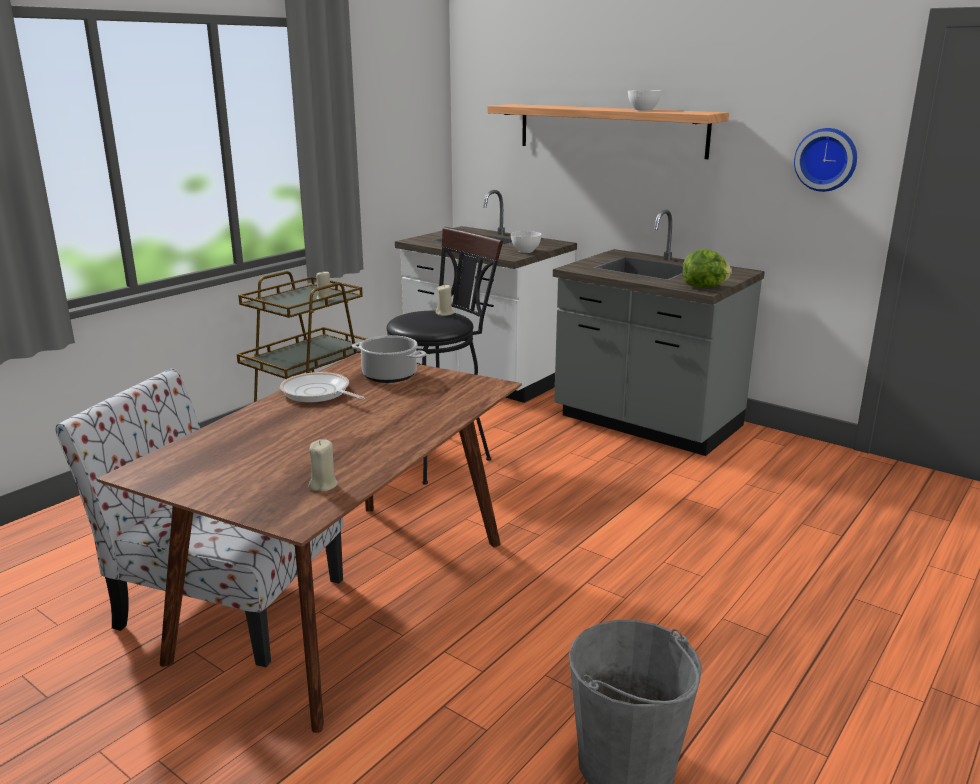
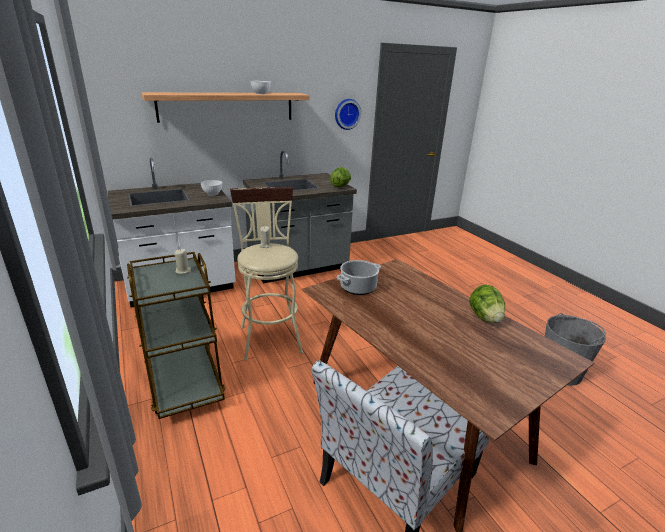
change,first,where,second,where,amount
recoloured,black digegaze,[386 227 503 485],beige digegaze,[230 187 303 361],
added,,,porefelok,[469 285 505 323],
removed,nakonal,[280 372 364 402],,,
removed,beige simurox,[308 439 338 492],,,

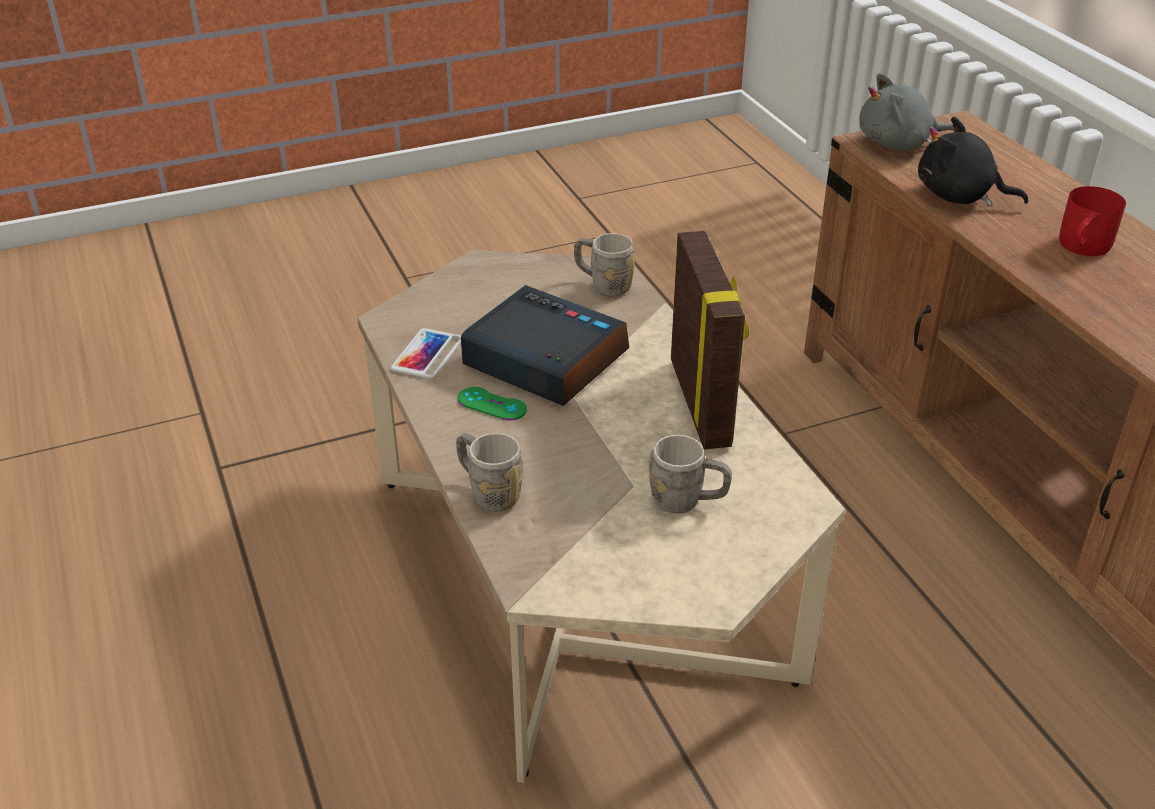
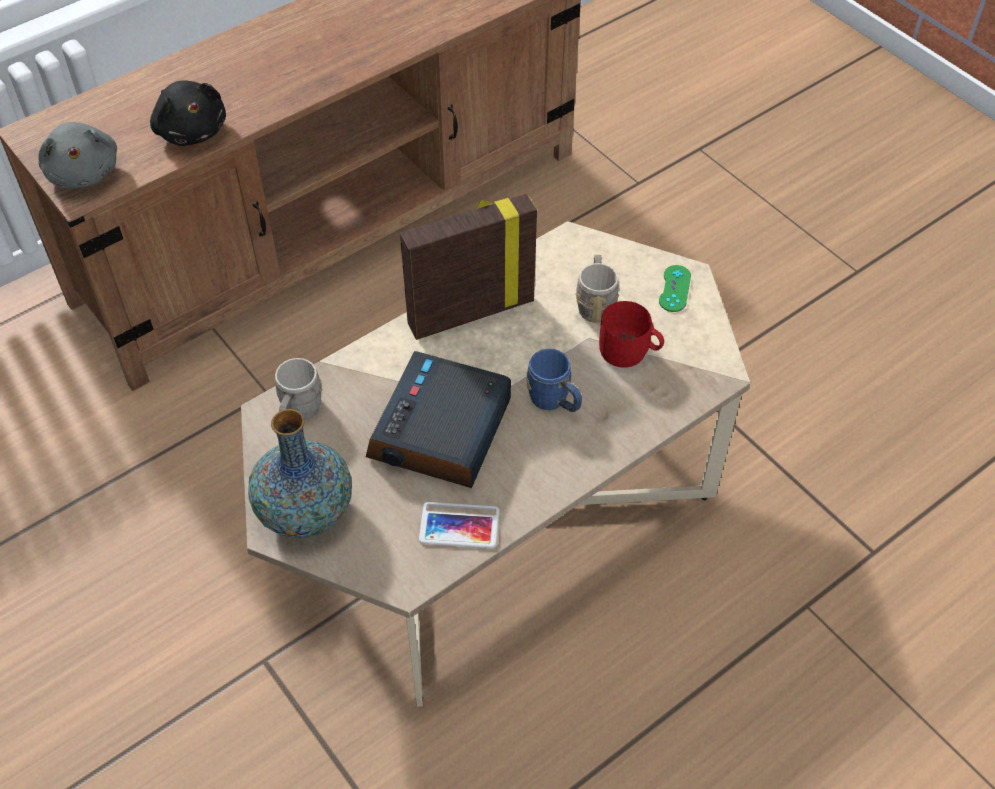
change,first,where,second,where,amount
turned,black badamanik,[918 117 1028 206],,[150 80 226 146],45 degrees counterclockwise
added,,,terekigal,[248 409 352 538],
added,,,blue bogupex,[526 349 582 412],
moved,red bogupex,[1059 186 1126 256],,[599 301 664 368],
moved,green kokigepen,[457 387 527 420],,[659 265 691 312],
removed,grey bogupex,[456 433 524 511],,,

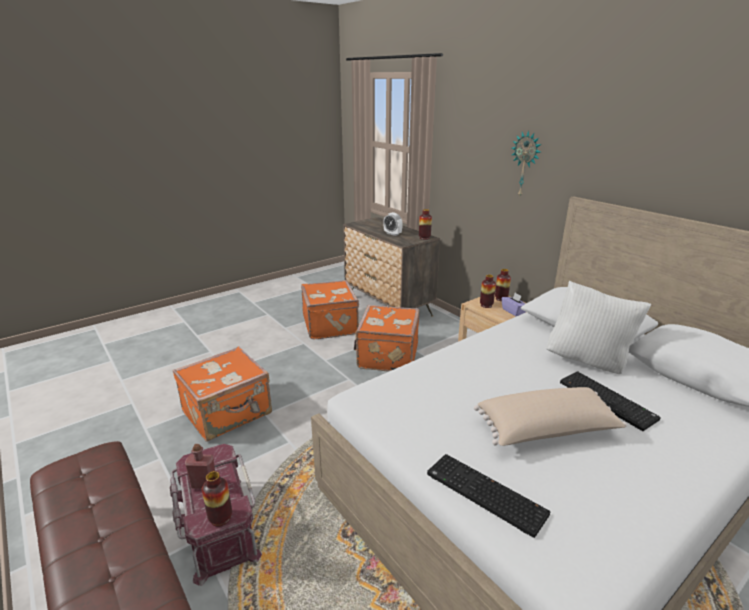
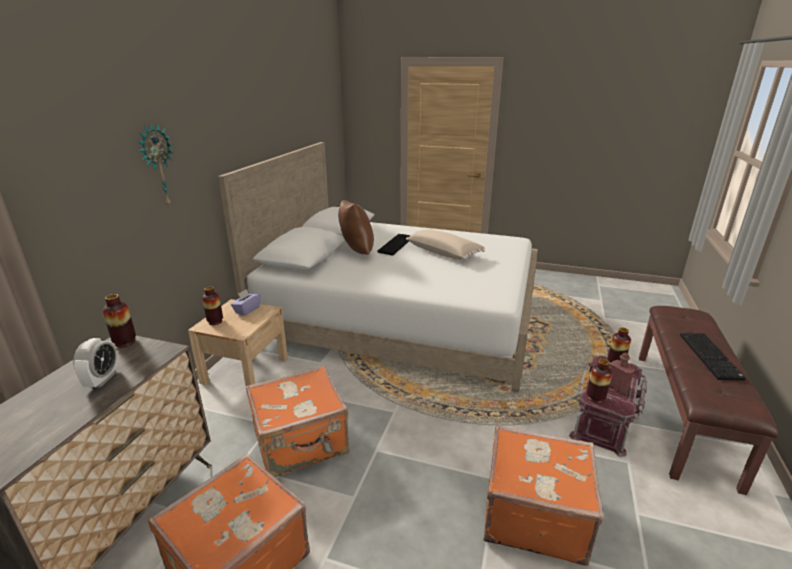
change,first,where,second,where,amount
recoloured,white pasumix,[546 281 651 374],brown pasumix,[338 200 374 255],
moved,terekigal,[480 275 496 308],,[587 359 612 403],
moved,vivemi,[427 454 551 538],,[680 333 746 381],

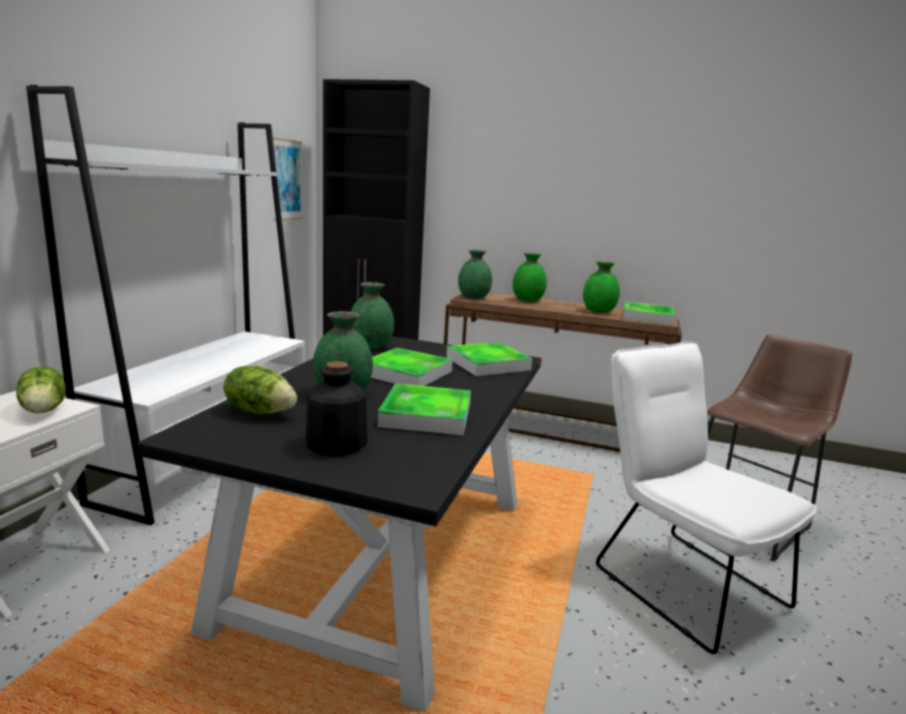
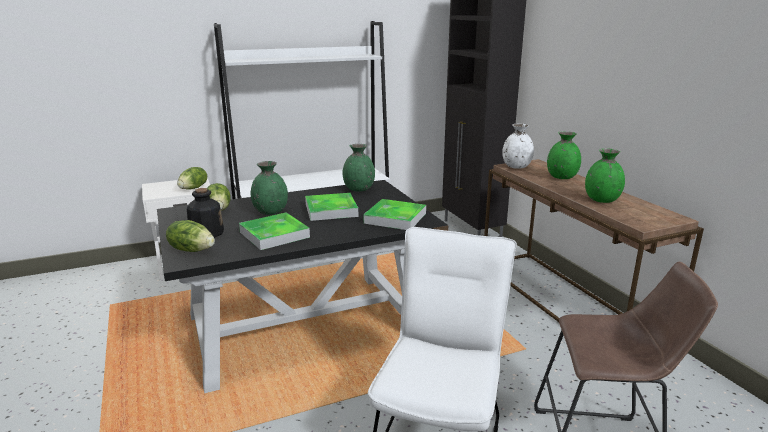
change,first,where,second,where,amount
added,,,porefelok,[166 220 215 252],
recoloured,green terekigal,[458 250 492 299],white terekigal,[502 124 534 169],
removed,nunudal,[273 138 303 221],,,
removed,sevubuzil,[623 301 675 325],,,

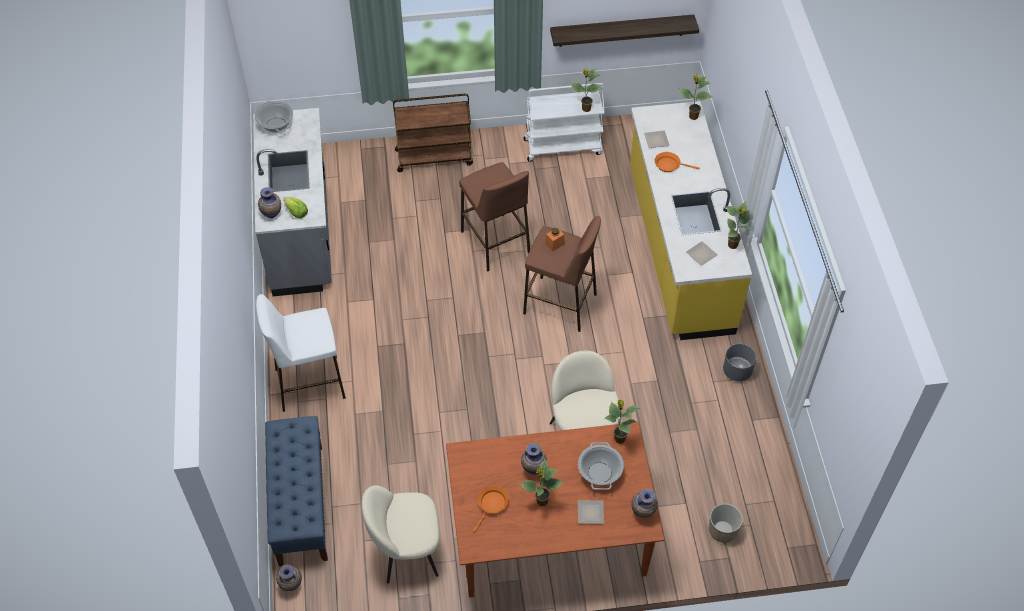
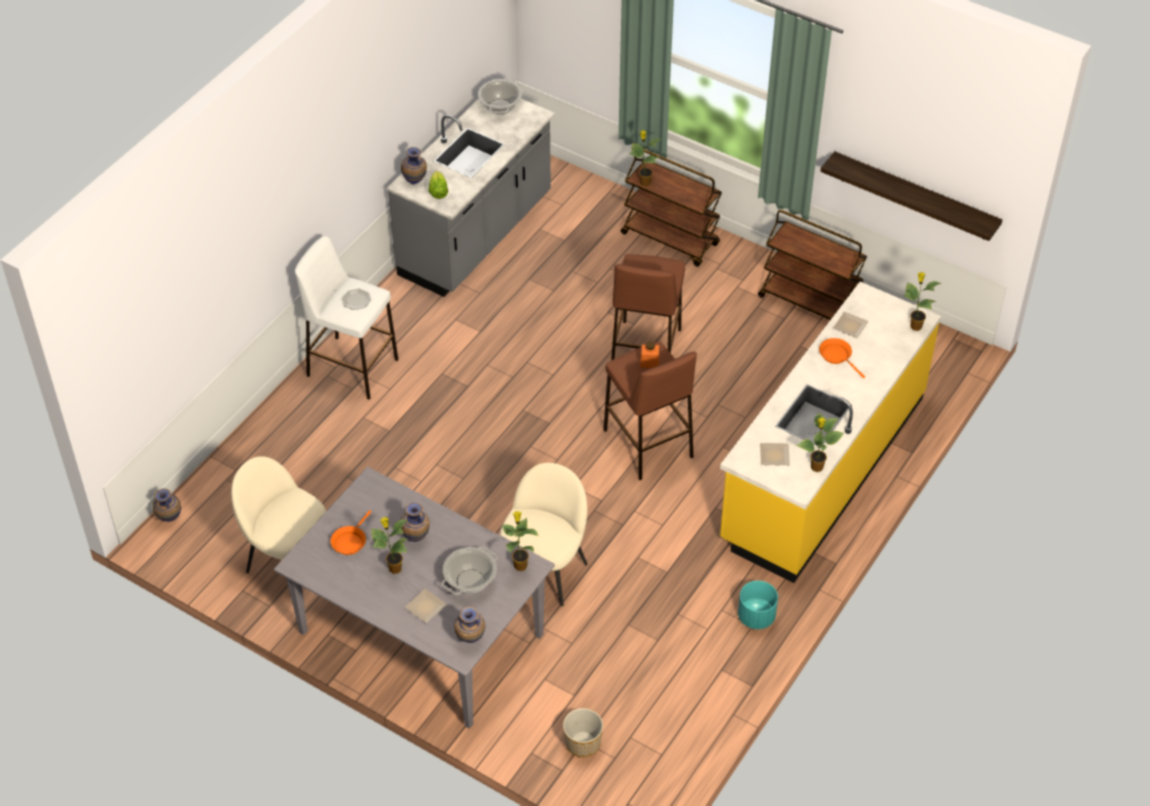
change,first,where,second,where,amount
recoloured,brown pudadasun,[446 422 664 598],grey pudadasun,[274 467 555 729],
turned,orange nakonal,[473 486 509 533],,[330 510 371 555],135 degrees clockwise
added,,,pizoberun,[342 289 371 310],
moved,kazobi,[569 69 603 112],,[630 130 662 187],
recoloured,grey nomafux,[723 344 756 382],turquoise nomafux,[738 581 778 629],
recoloured,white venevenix,[524 83 605 162],brown venevenix,[758 210 867 320],
removed,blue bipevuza,[265 416 328 567],,,

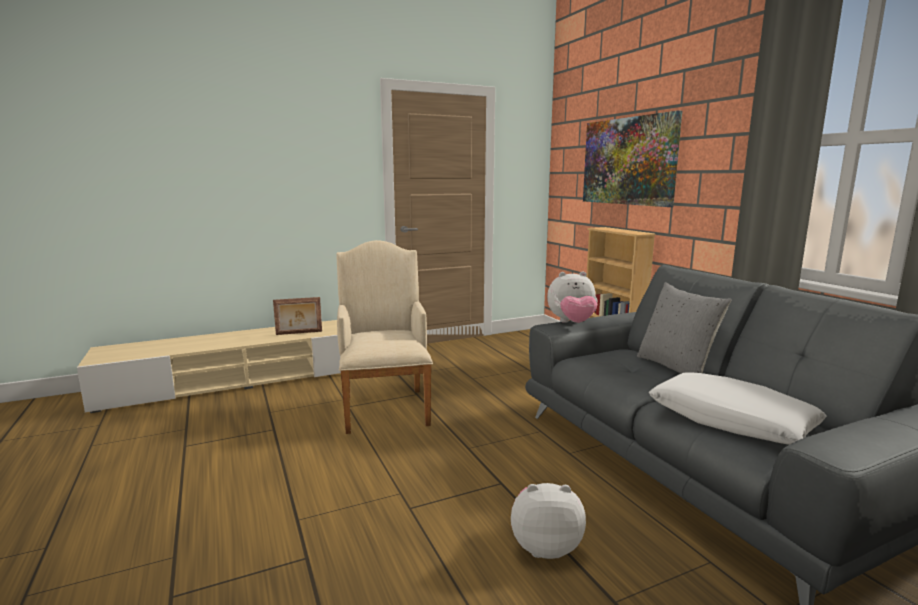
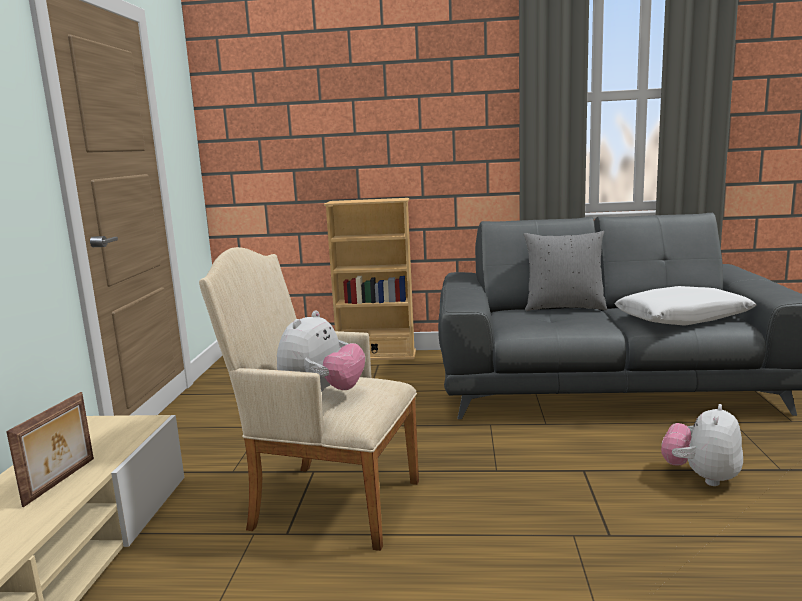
change,first,where,second,where,amount
moved,badamanik,[547 272 598 323],,[277 310 365 392],
removed,nunudal,[583 110 682 207],,,

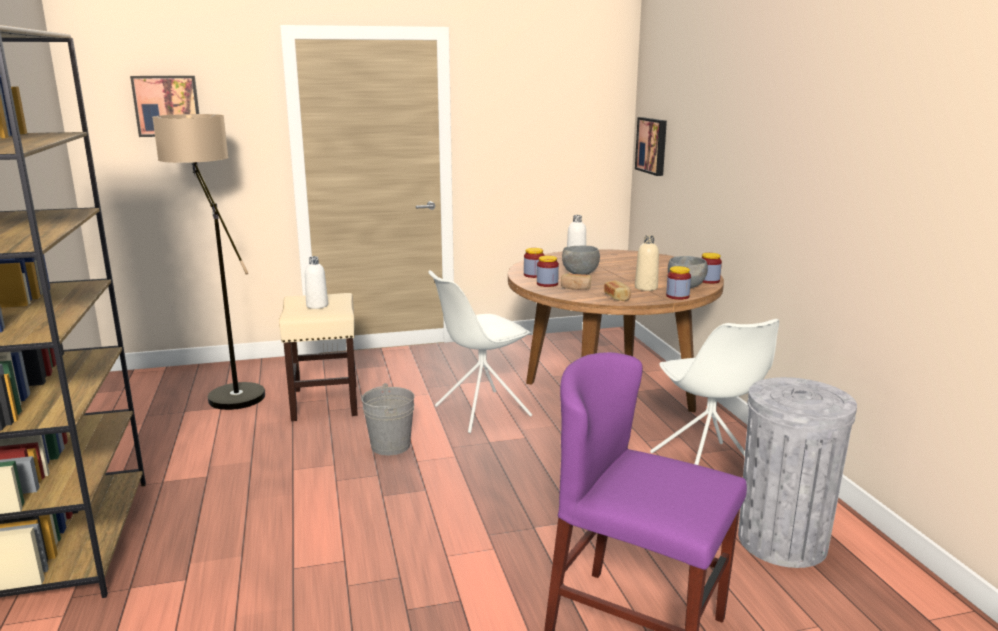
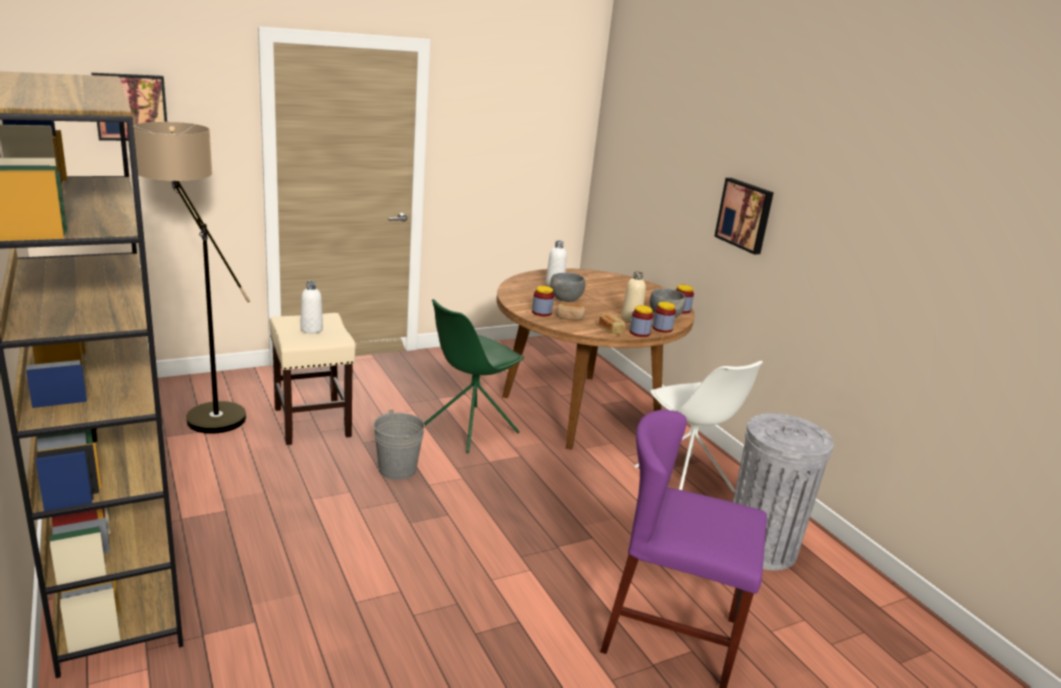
change,first,where,second,where,amount
recoloured,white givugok,[428 270 532 433],green givugok,[424 299 524 453],
moved,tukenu,[524 248 545 278],,[630 305 653 337],
moved,nunudal,[635 117 667 176],,[714 178 774 255],

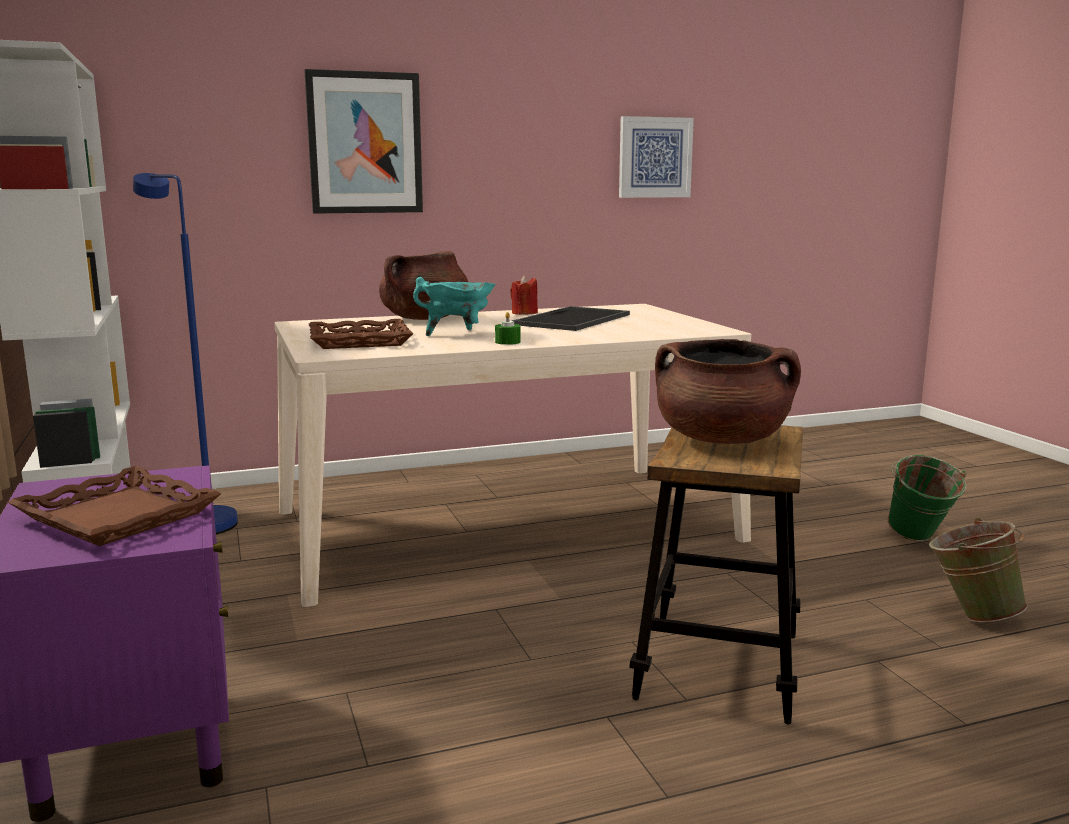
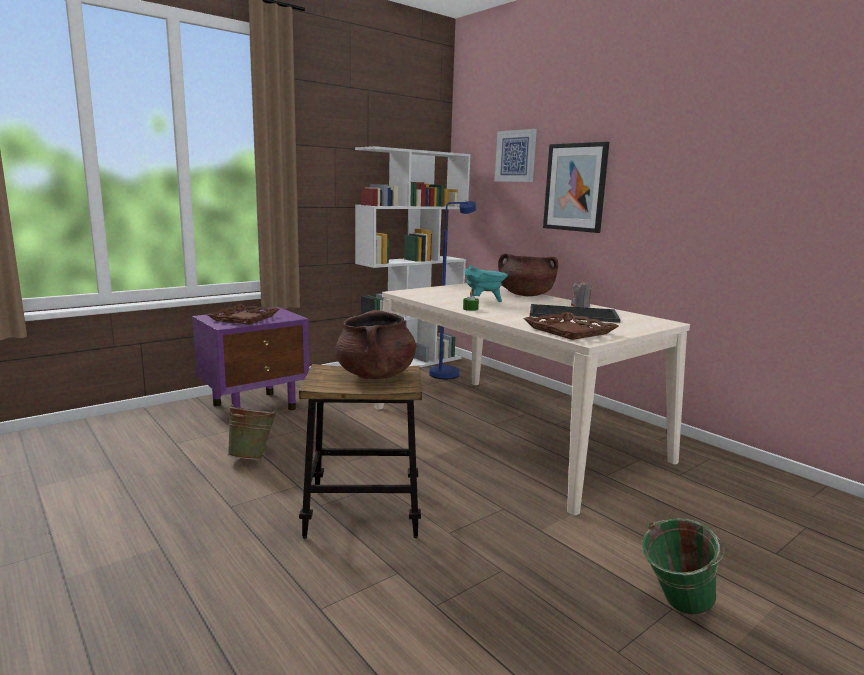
change,first,where,second,where,amount
moved,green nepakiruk,[929 518 1027 623],,[225 404 277 460],
moved,nunudal,[619 116 694 198],,[495 129 537 182],
moved,brown sevubuzil,[309 319 413 349],,[523 312 618 340],
recoloured,red simurox,[510 275 538 315],grey simurox,[571 280 592 308],

